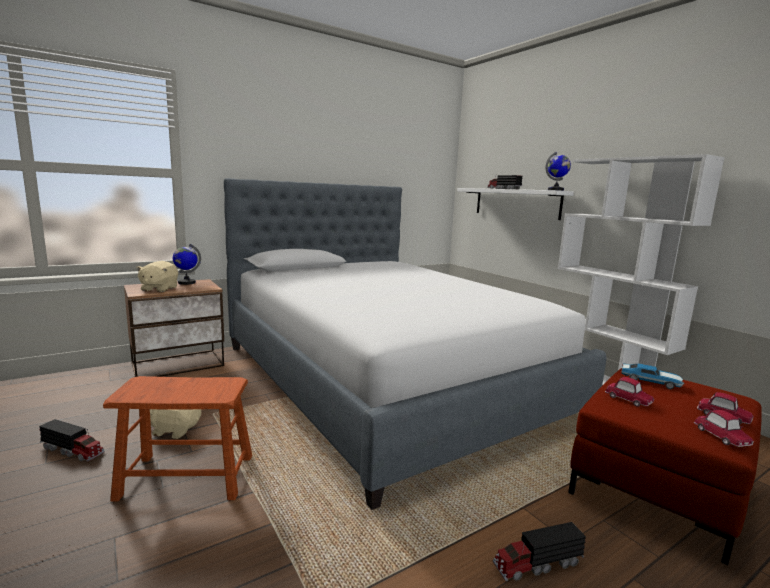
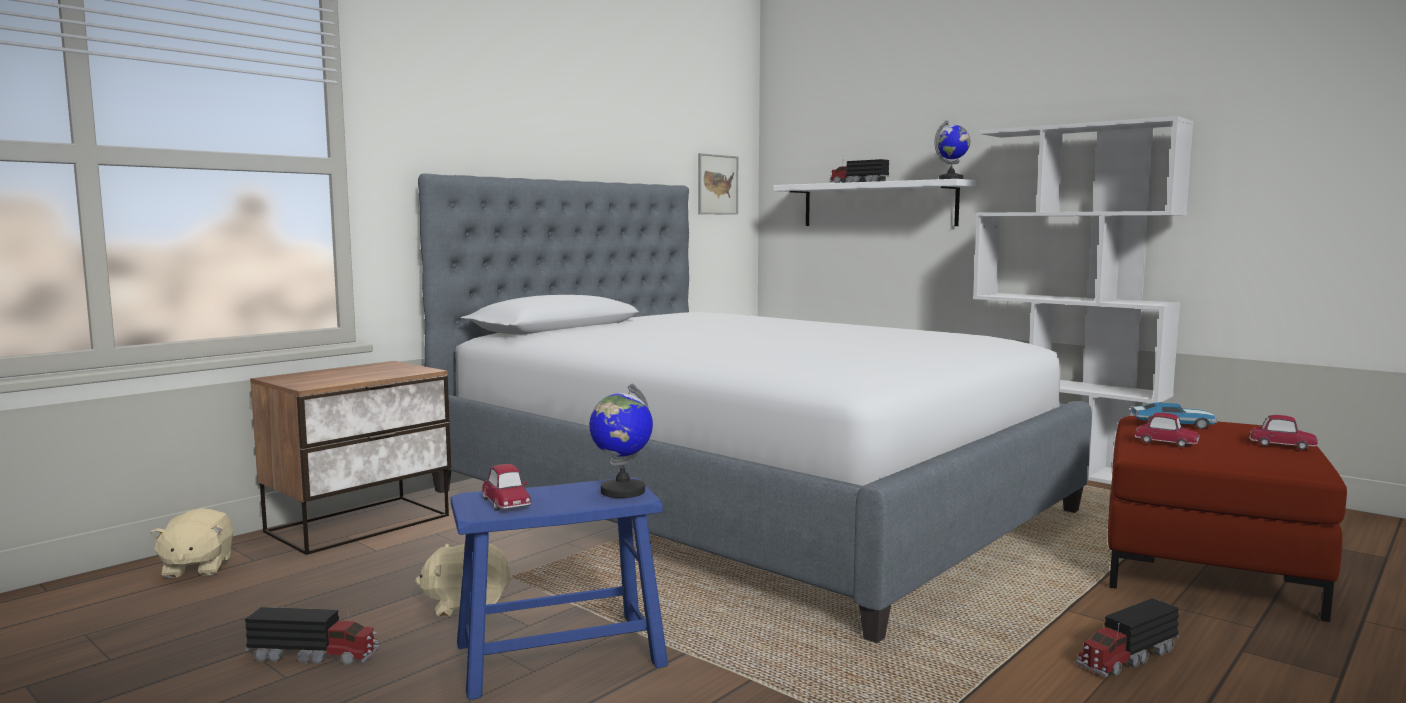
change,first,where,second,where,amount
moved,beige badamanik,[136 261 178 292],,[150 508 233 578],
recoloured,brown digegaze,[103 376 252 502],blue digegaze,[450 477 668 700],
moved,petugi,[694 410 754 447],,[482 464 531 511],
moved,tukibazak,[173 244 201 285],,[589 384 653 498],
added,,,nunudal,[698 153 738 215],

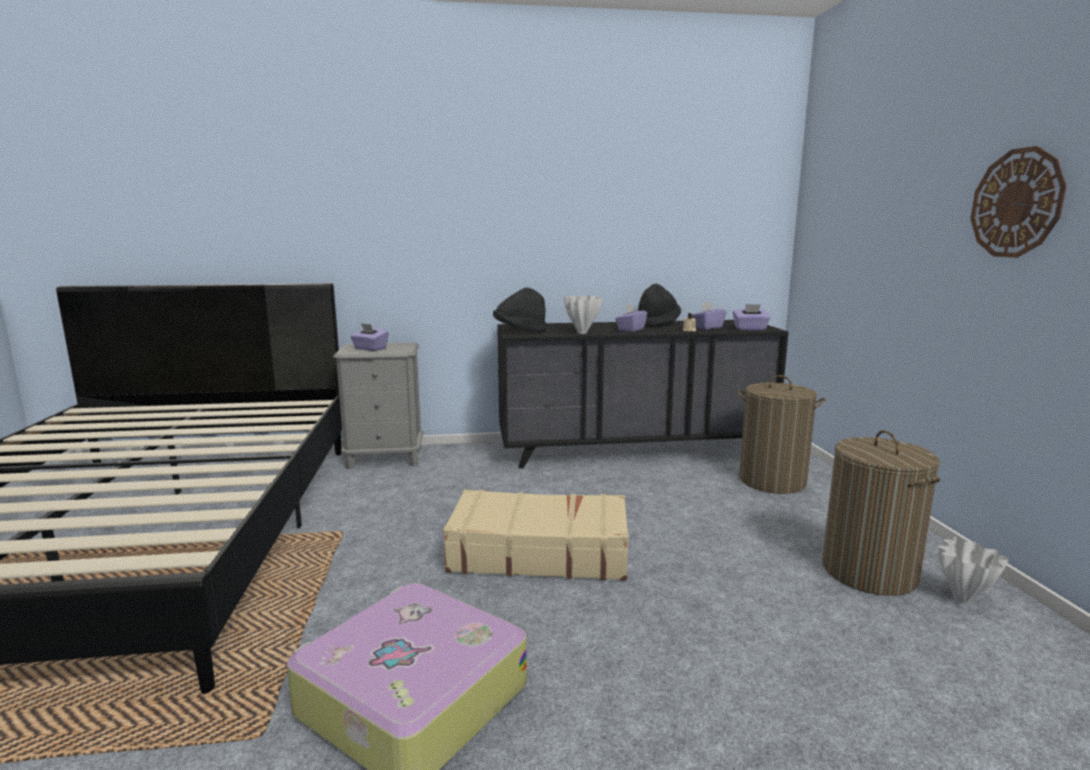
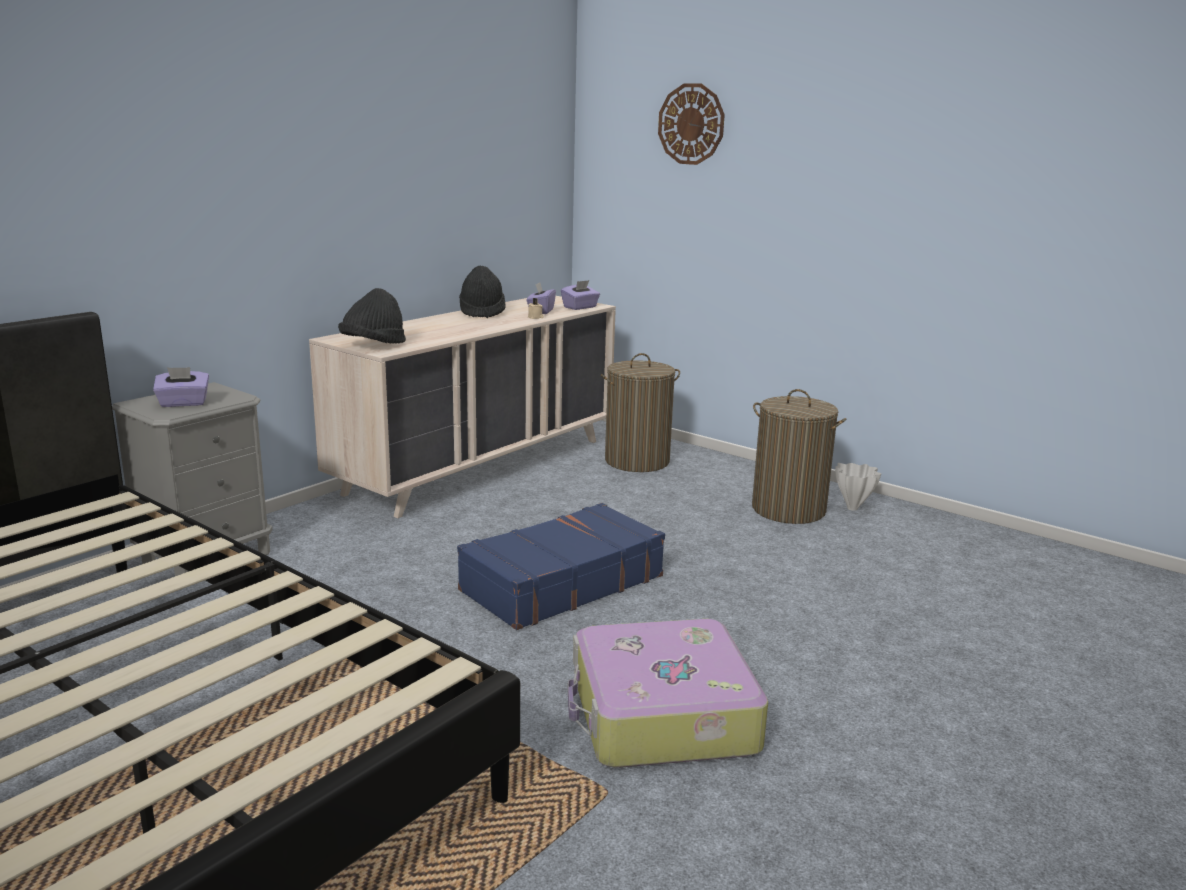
change,first,where,second,where,amount
recoloured,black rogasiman,[497 320 789 469],beige rogasiman,[309 296 616 518],
recoloured,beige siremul,[443 490 629 581],blue siremul,[457 503 665 630],
moved,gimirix,[971 146 1067 258],,[658 83 725 165],
removed,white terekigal,[564 296 603 334],,,
removed,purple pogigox,[615 304 647 332],,,

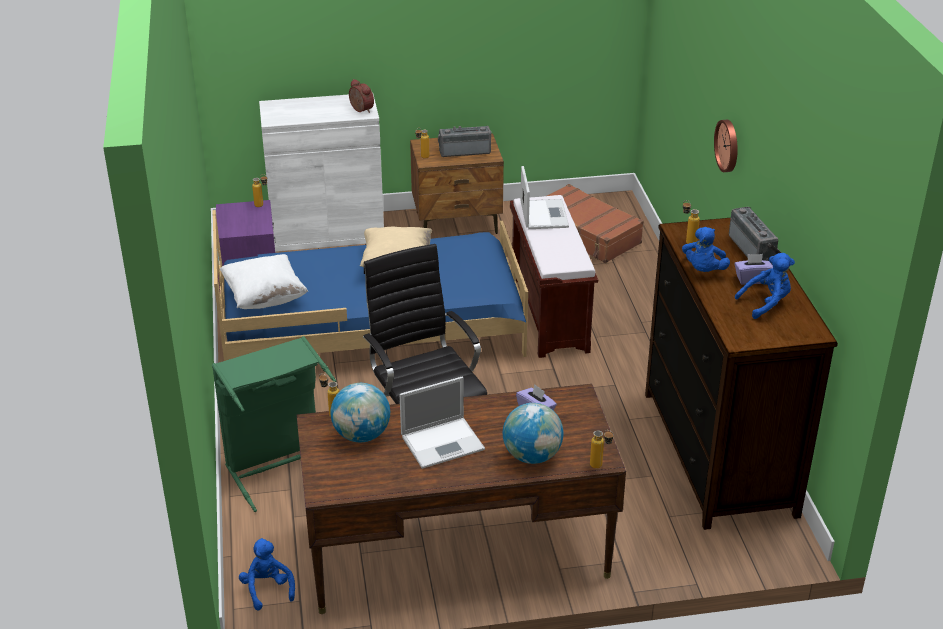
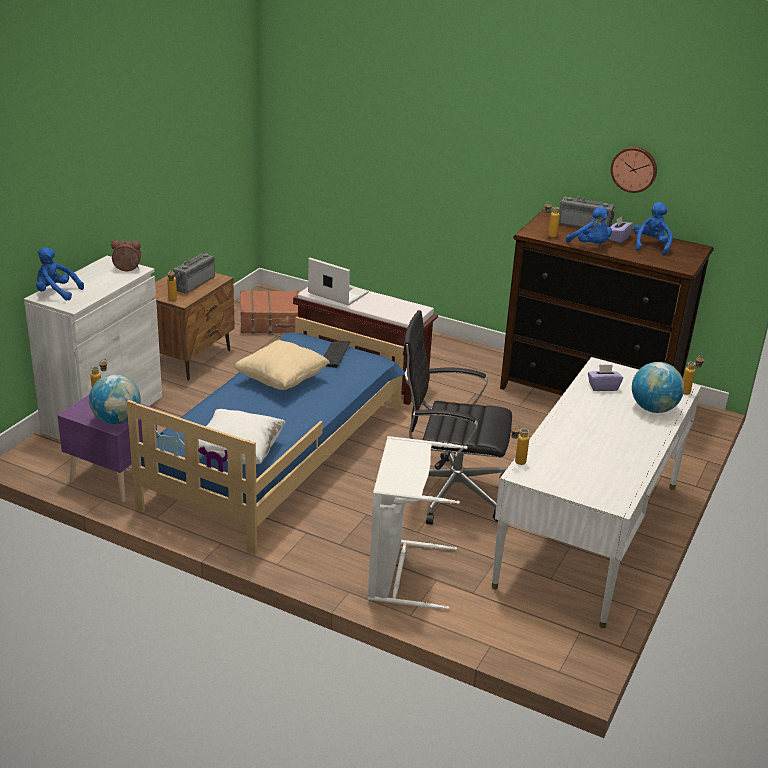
change,first,where,second,where,amount
moved,blue badamanik,[239 538 295 611],,[36 247 84 301],
moved,tukibazak,[331 383 390 442],,[89 374 141 424],
added,,,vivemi,[324 341 351 368],
recoloured,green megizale,[212 336 336 512],white megizale,[368 436 468 610],
recoloured,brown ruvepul,[297 384 626 614],white ruvepul,[492 357 701 628],
moved,gimirix,[714 120 738 172],,[611 147 657 193],
removed,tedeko,[400 377 485 469],,,

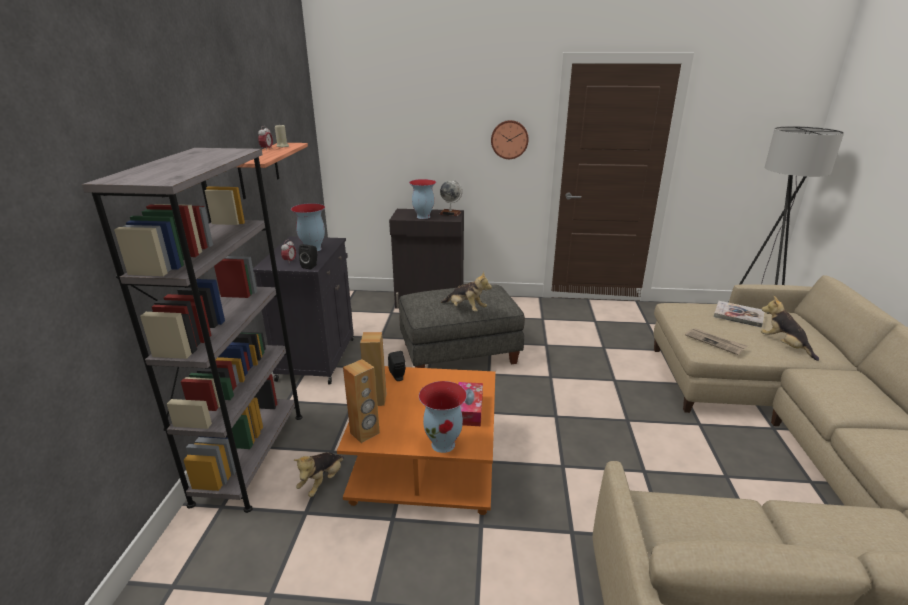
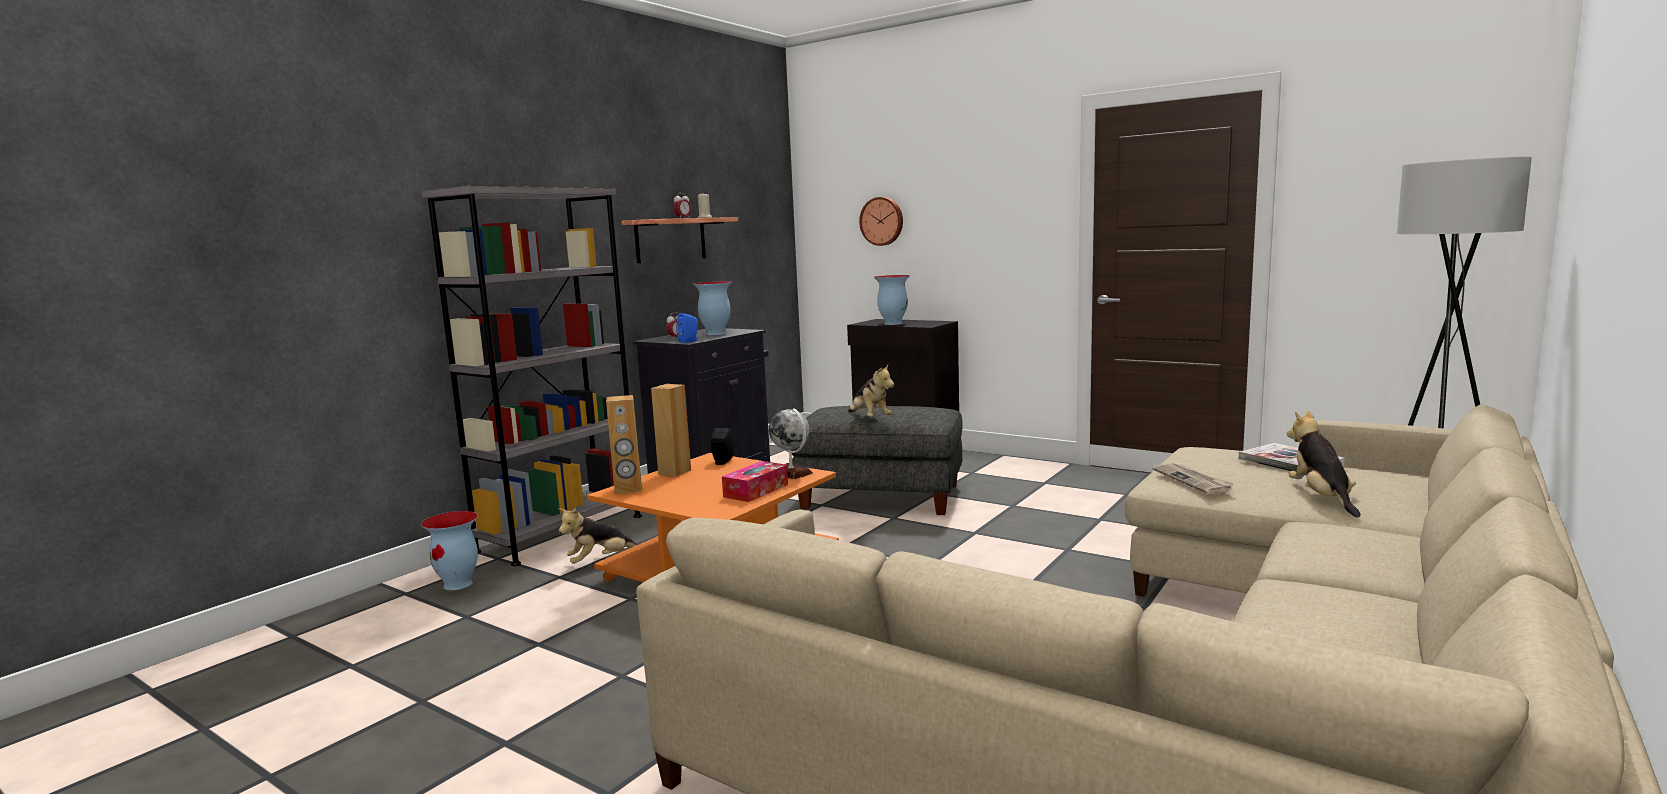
change,first,where,second,where,amount
moved,terekigal,[419 381 467 453],,[421 511 478 590],
recoloured,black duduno,[299 244 317 270],blue duduno,[676 313 698 343],
moved,tukibazak,[439 180 462 216],,[769 408 813 479],
moved,gimirix,[491 120 529 159],,[859 197 903 246],

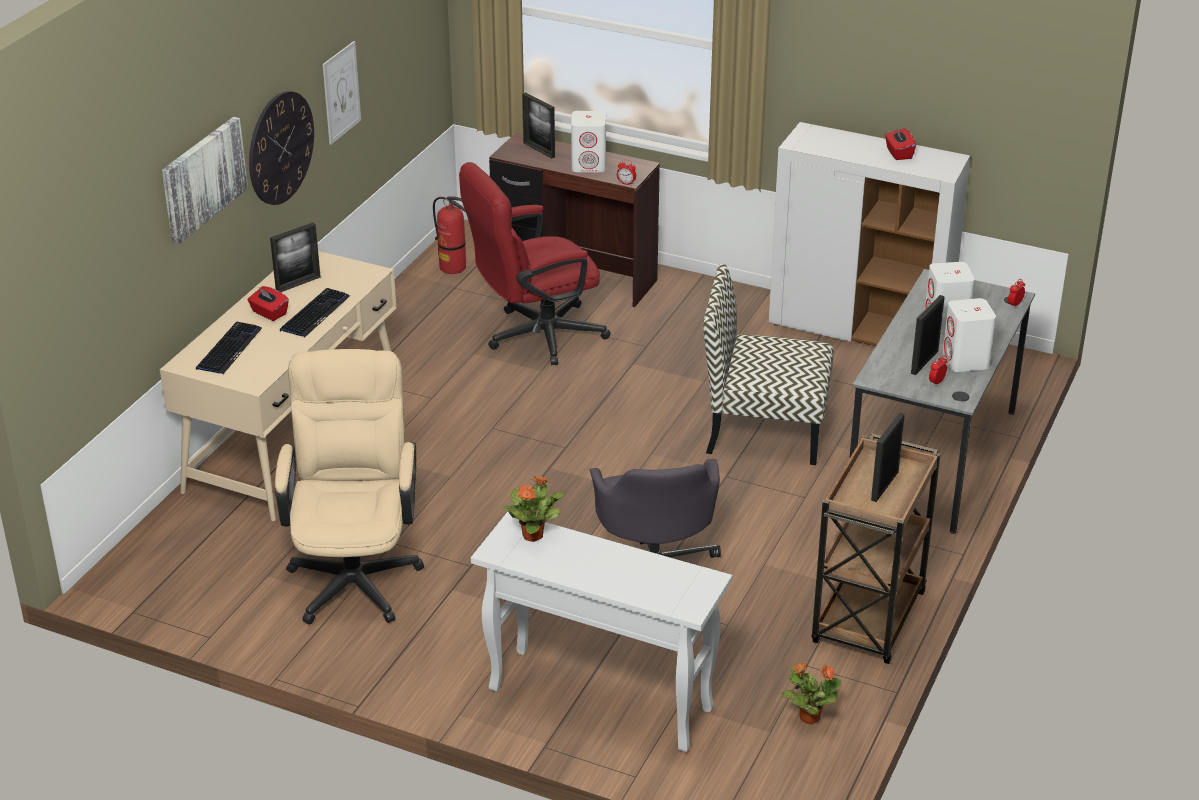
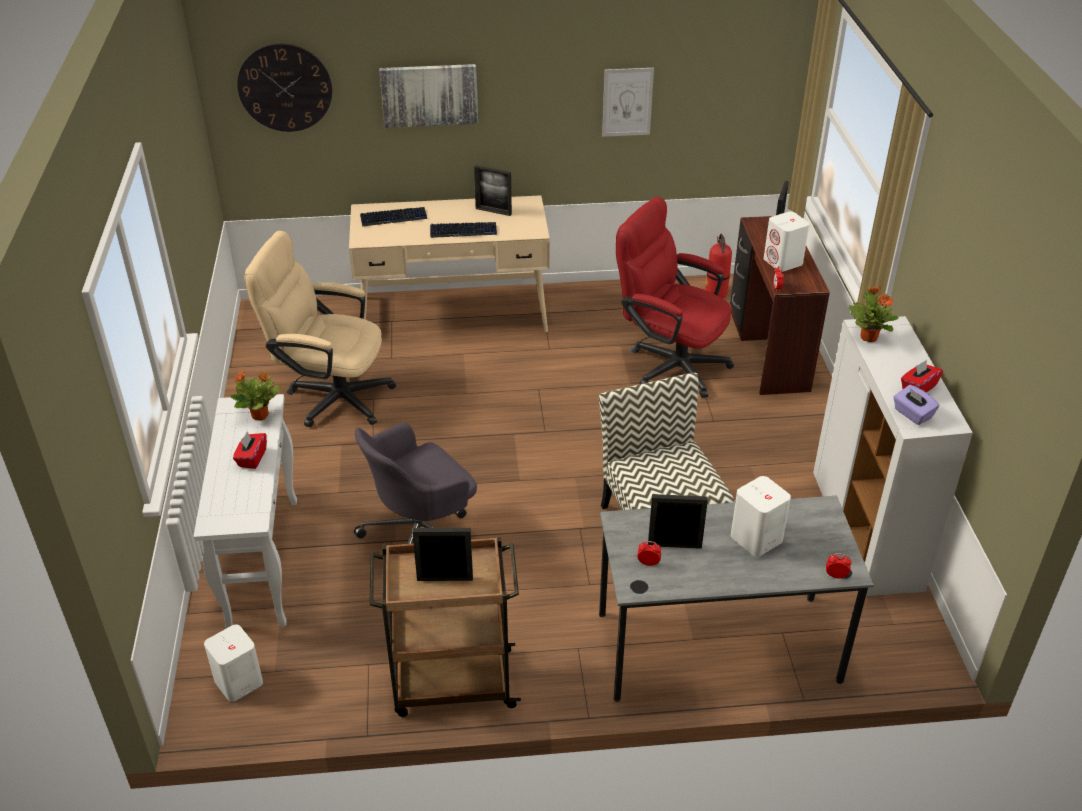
change,first,where,second,where,amount
moved,white duduno,[942 298 996 372],,[204 625 263 702],
moved,red pogigox,[248 286 289 321],,[233 431 267 469],
moved,gimirix,[249 91 314 205],,[237 43 332 132],
turned,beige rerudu,[275 349 424 624],,[244 231 396 427],135 degrees counterclockwise
moved,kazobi,[781 662 842 724],,[849 287 899 342],
added,,,purple pogigox,[893 385 939 425],

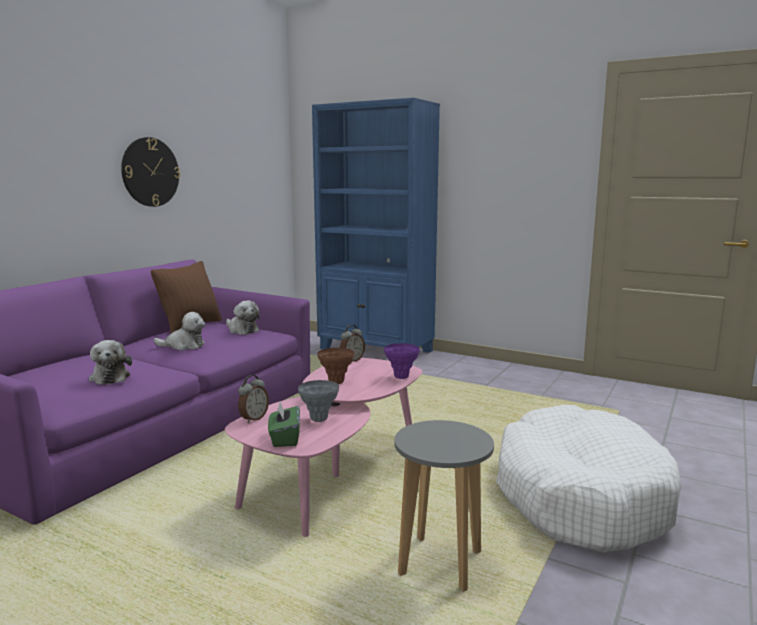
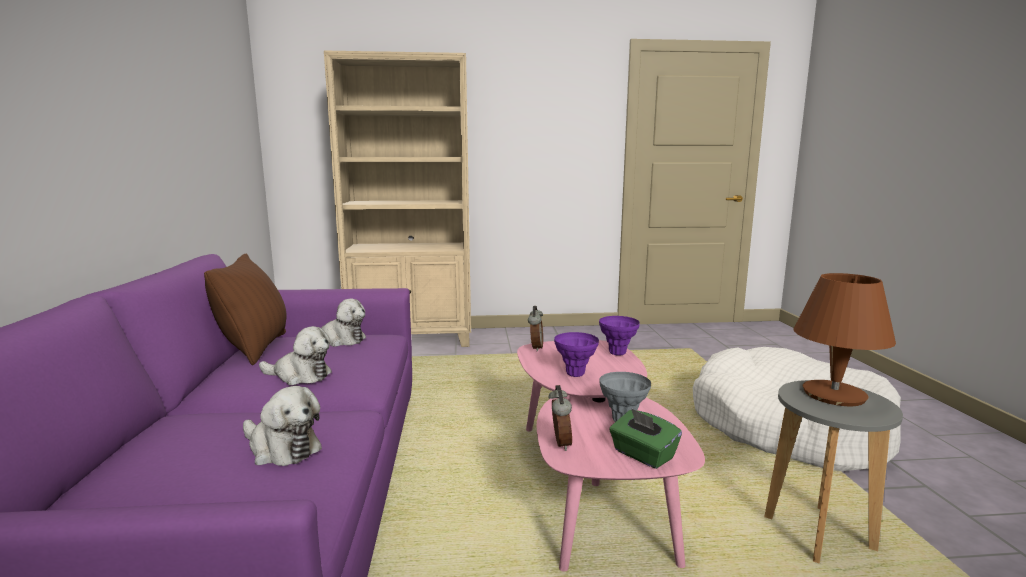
change,first,where,second,where,amount
turned,badamanik,[153 312 205 351],,[259 326 332 385],45 degrees clockwise
recoloured,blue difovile,[312 98 440 353],beige difovile,[324 51 471 347],
recoloured,brown terekigal,[317 348 354 384],purple terekigal,[554 332 599 377],
added,,,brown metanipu,[793 273 896 406],
removed,gimirix,[121 137 180 207],,,

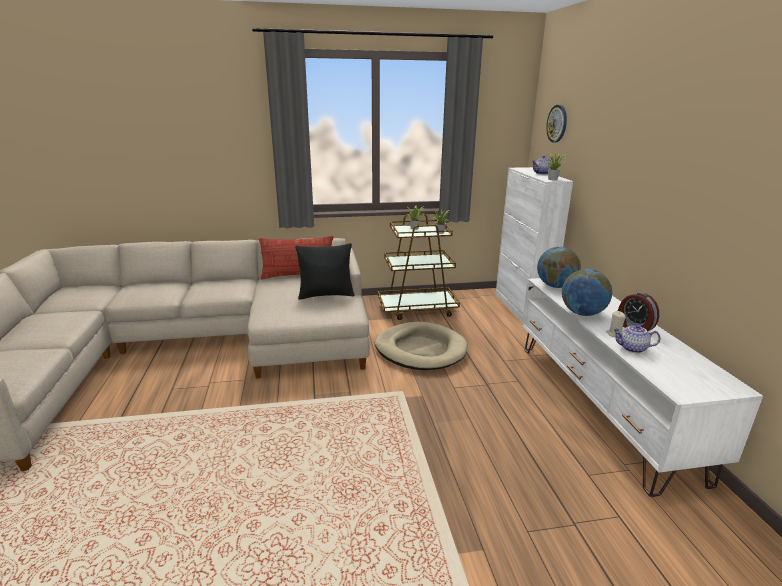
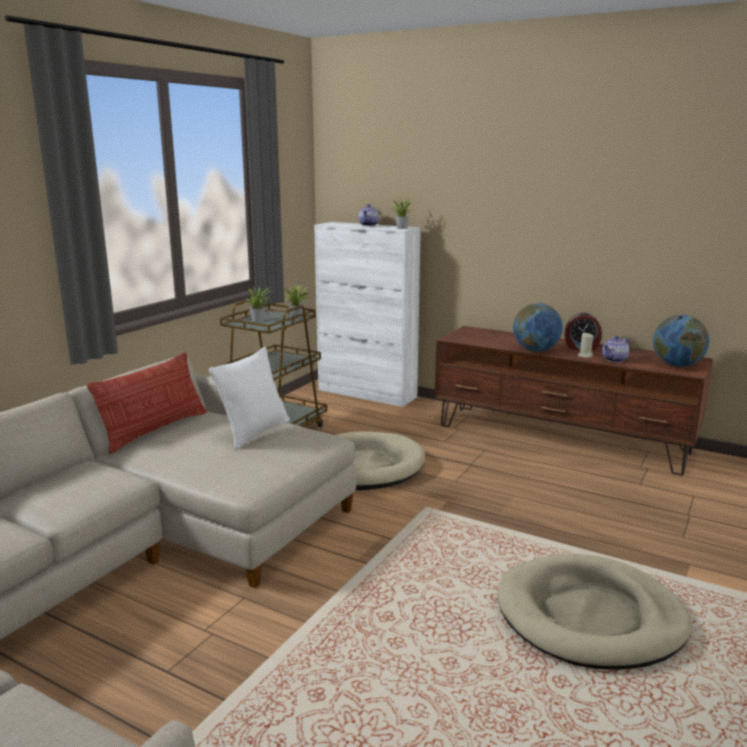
change,first,where,second,where,amount
recoloured,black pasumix,[296 243 355 300],white pasumix,[209 347 290 450],
recoloured,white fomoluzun,[522 278 763 497],brown fomoluzun,[435 326 713 476],
added,,,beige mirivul,[497 554 692 670],
moved,tukibazak,[537 247 581 288],,[653 315 710 367],
removed,gimirix,[546 105 567 143],,,

